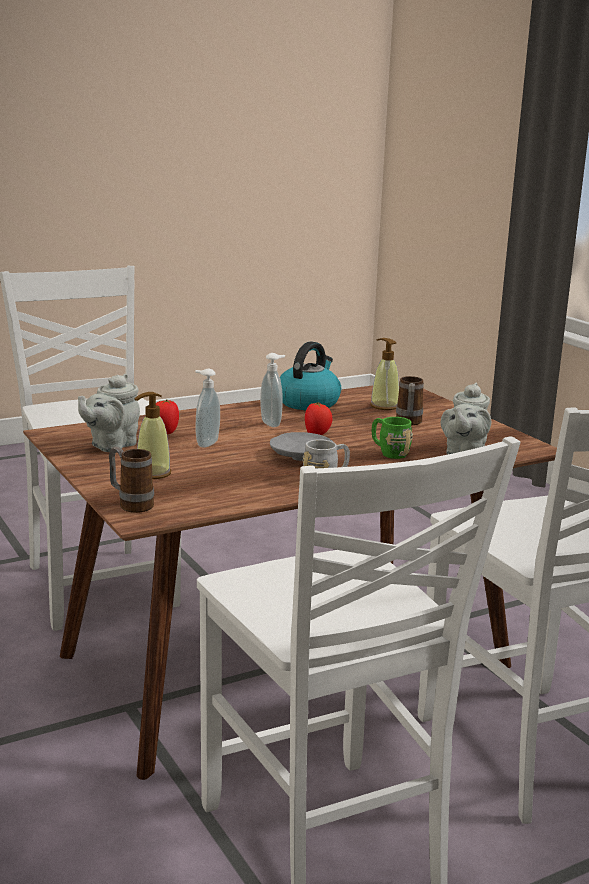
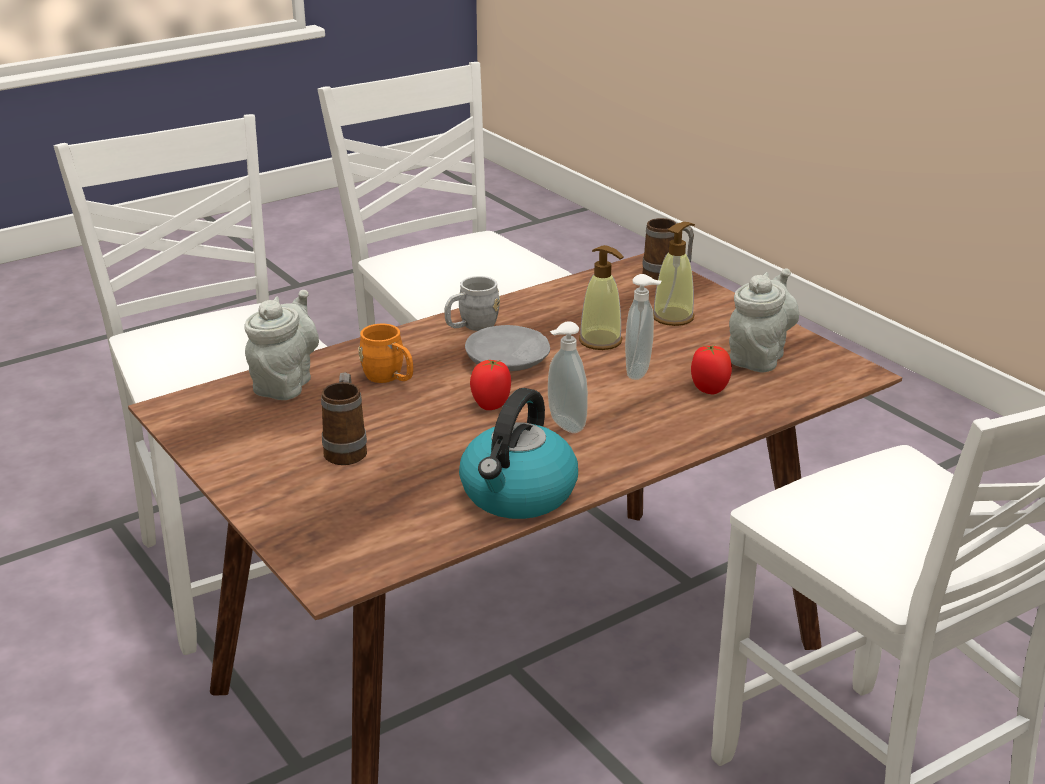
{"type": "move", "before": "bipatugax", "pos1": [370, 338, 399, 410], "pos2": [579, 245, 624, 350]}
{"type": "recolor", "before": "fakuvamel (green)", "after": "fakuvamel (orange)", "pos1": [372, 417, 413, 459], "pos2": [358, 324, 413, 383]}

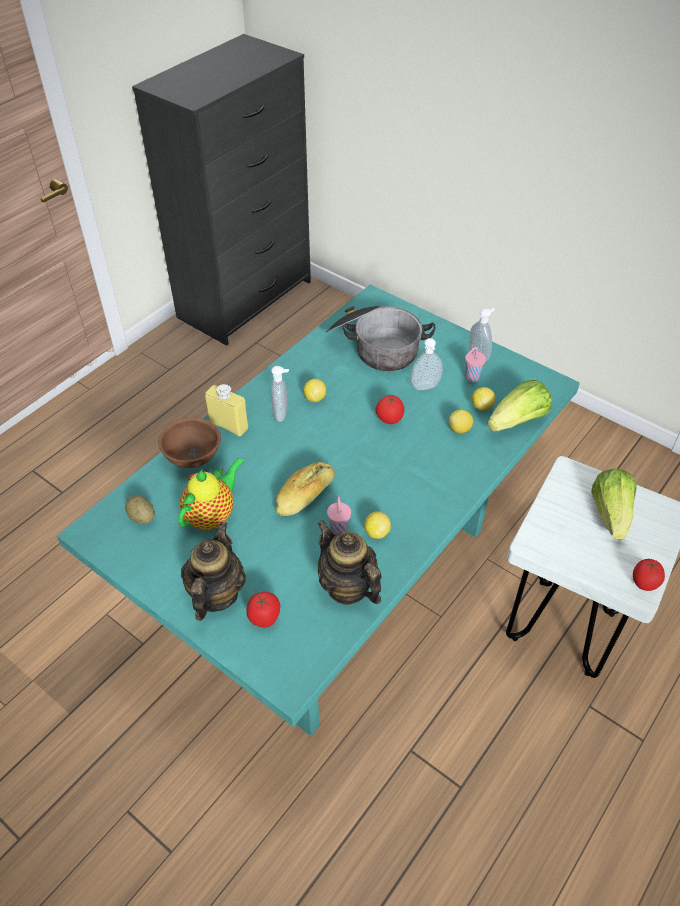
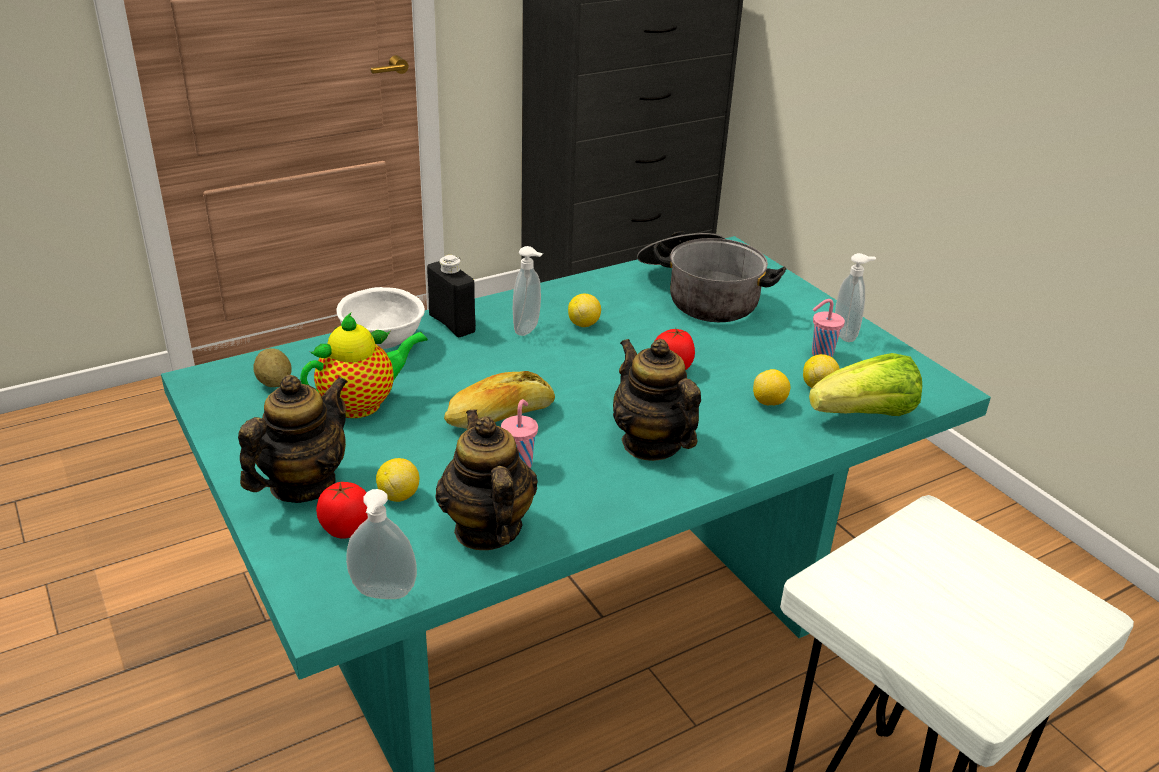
{"type": "move", "before": "bipatugax", "pos1": [411, 338, 443, 390], "pos2": [346, 489, 417, 599]}
{"type": "recolor", "before": "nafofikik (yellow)", "after": "nafofikik (black)", "pos1": [205, 384, 248, 437], "pos2": [427, 255, 476, 337]}
{"type": "recolor", "before": "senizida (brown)", "after": "senizida (white)", "pos1": [158, 417, 221, 468], "pos2": [336, 287, 425, 349]}
{"type": "delete", "before": "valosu", "pos1": [591, 468, 637, 539]}
{"type": "move", "before": "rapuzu", "pos1": [364, 511, 391, 539], "pos2": [376, 458, 419, 502]}
{"type": "delete", "before": "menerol", "pos1": [633, 559, 665, 591]}
{"type": "insert", "after": "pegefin", "pos2": [613, 339, 701, 461]}

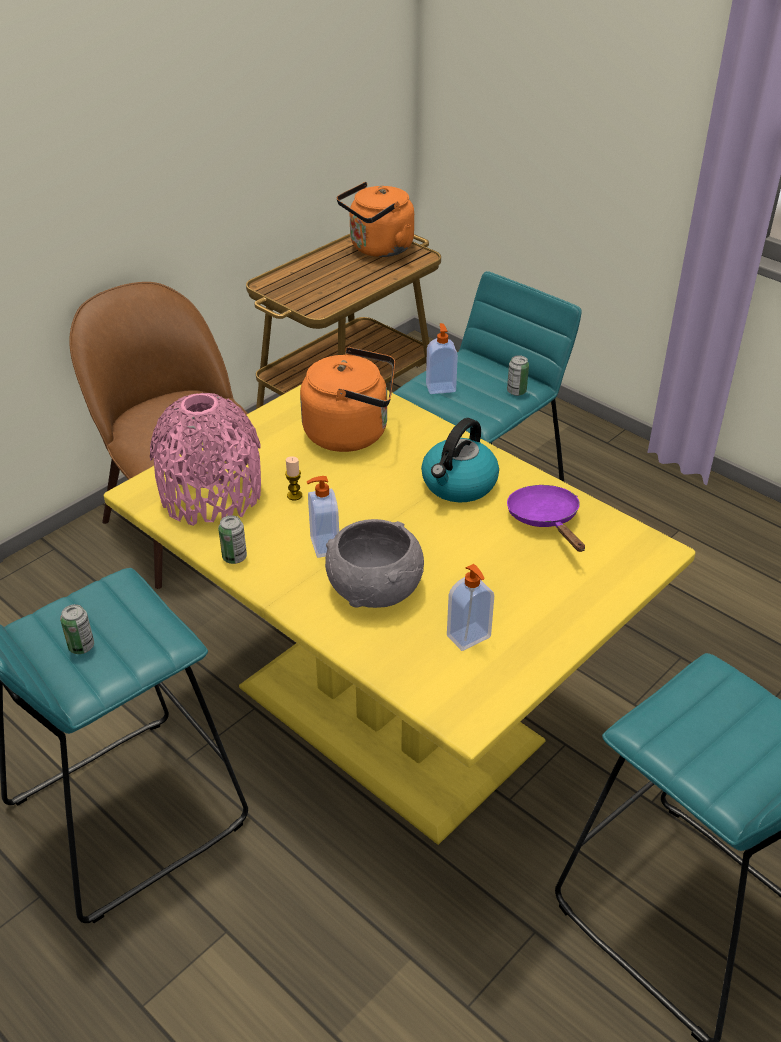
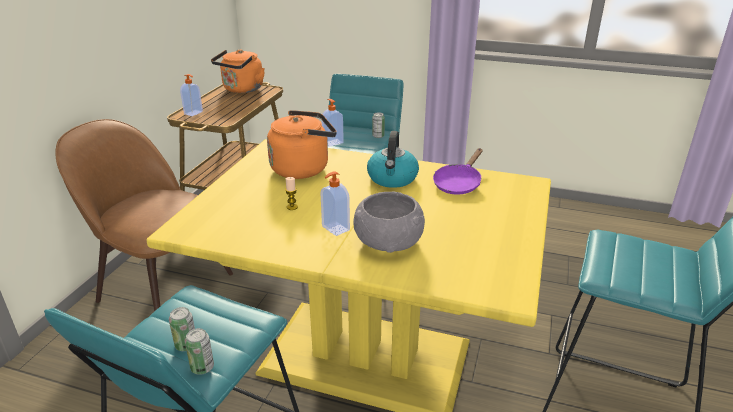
{"type": "delete", "before": "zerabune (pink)", "pos1": [150, 393, 261, 526]}
{"type": "rotate", "before": "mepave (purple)", "pos1": [507, 485, 585, 552], "pos2": [433, 148, 483, 195], "turn": -105}
{"type": "move", "before": "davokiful", "pos1": [218, 515, 247, 564], "pos2": [185, 328, 214, 375]}
{"type": "move", "before": "bipatugax", "pos1": [447, 564, 494, 651], "pos2": [180, 74, 203, 116]}

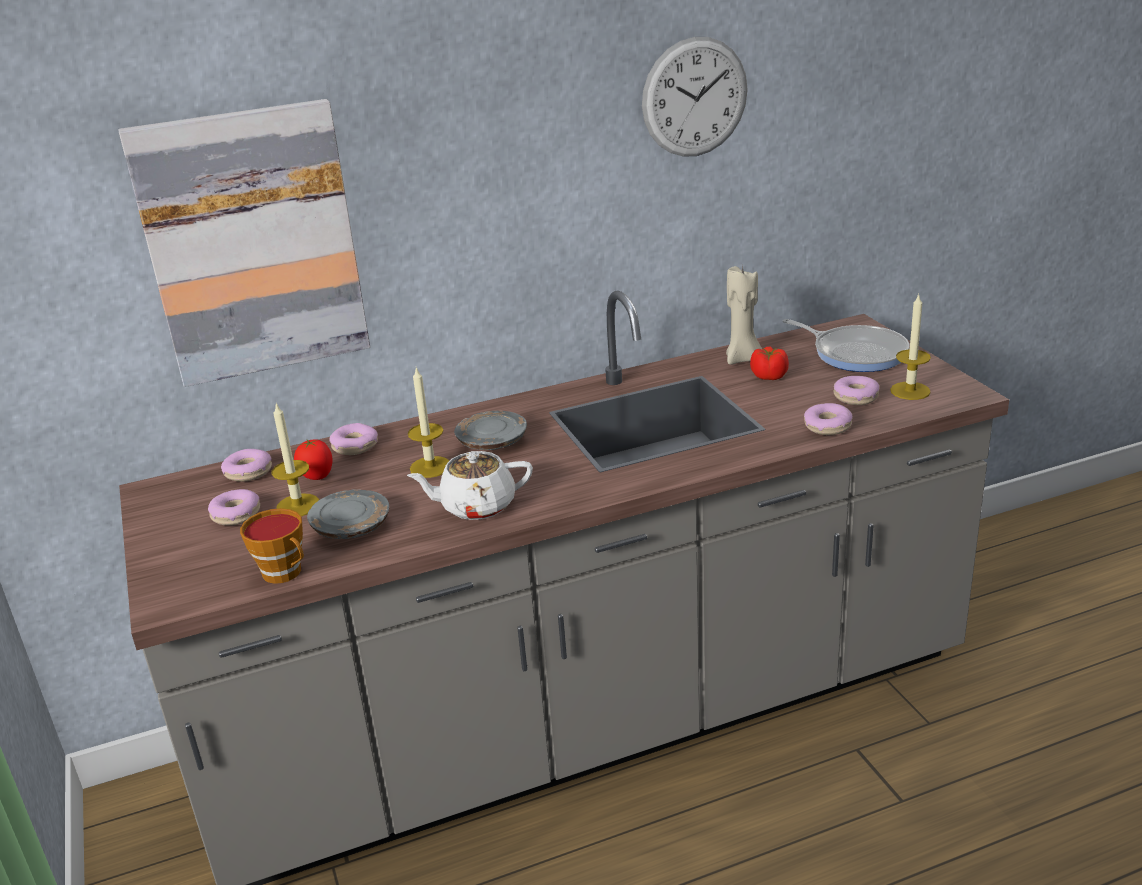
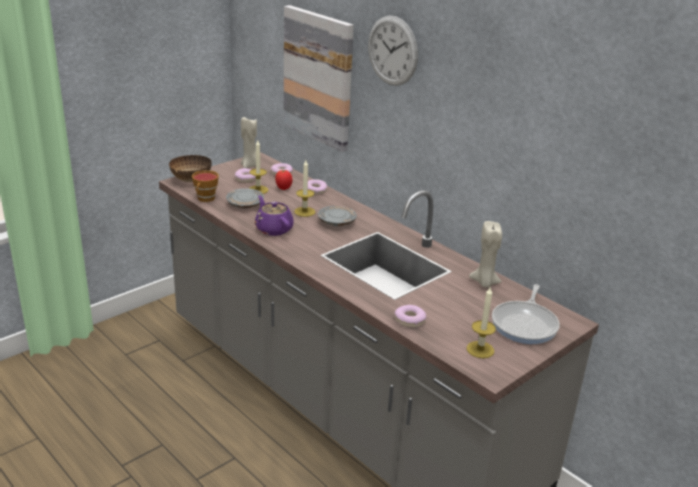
{"type": "move", "before": "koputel", "pos1": [642, 37, 748, 157], "pos2": [368, 15, 418, 86]}
{"type": "delete", "before": "menerol", "pos1": [750, 346, 789, 380]}
{"type": "delete", "before": "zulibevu", "pos1": [834, 376, 879, 405]}
{"type": "recolor", "before": "pegefin (white)", "after": "pegefin (purple)", "pos1": [407, 451, 533, 520], "pos2": [255, 196, 294, 236]}
{"type": "insert", "after": "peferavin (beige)", "pos2": [241, 117, 261, 168]}
{"type": "insert", "after": "senizida", "pos2": [169, 155, 212, 182]}

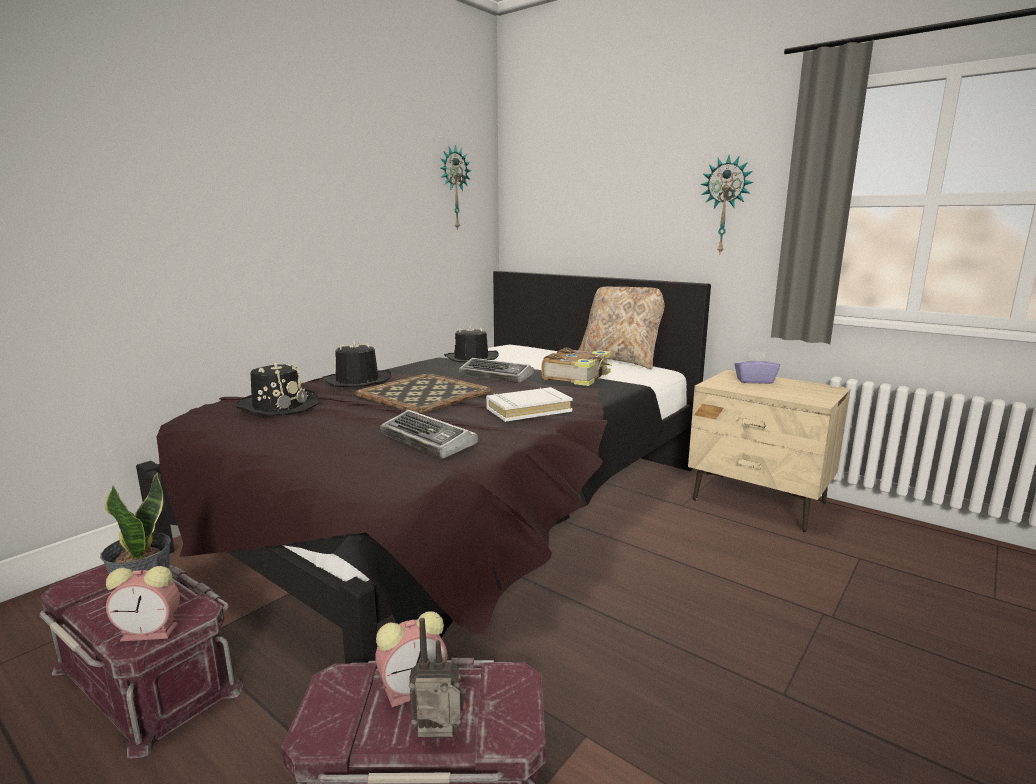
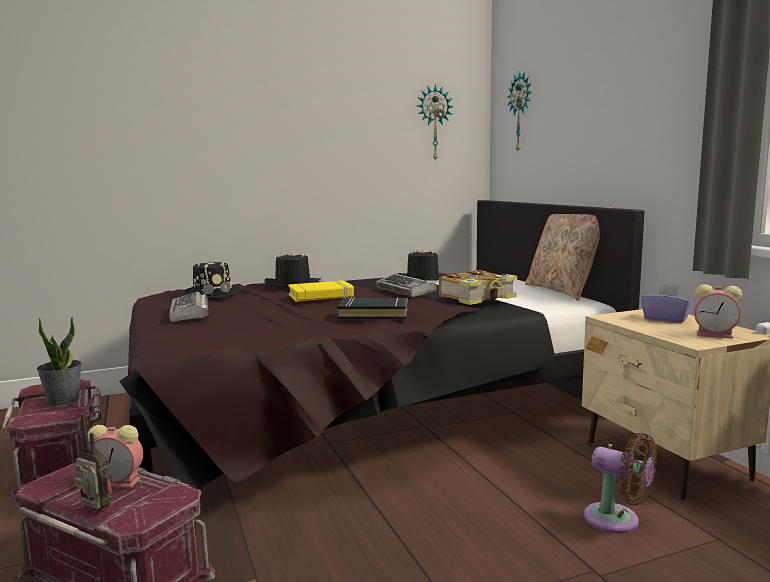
{"type": "move", "before": "koputel", "pos1": [700, 155, 754, 253], "pos2": [508, 72, 532, 151]}
{"type": "replace", "before": "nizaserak", "after": "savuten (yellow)", "pos1": [355, 374, 491, 414], "pos2": [288, 280, 354, 302]}
{"type": "recolor", "before": "savuten (white)", "after": "savuten (black)", "pos1": [486, 387, 573, 422], "pos2": [337, 297, 408, 320]}
{"type": "move", "before": "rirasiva", "pos1": [380, 409, 478, 459], "pos2": [169, 291, 208, 322]}
{"type": "move", "before": "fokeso", "pos1": [106, 566, 180, 641], "pos2": [694, 284, 742, 339]}
{"type": "insert", "after": "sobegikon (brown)", "pos2": [584, 433, 657, 534]}

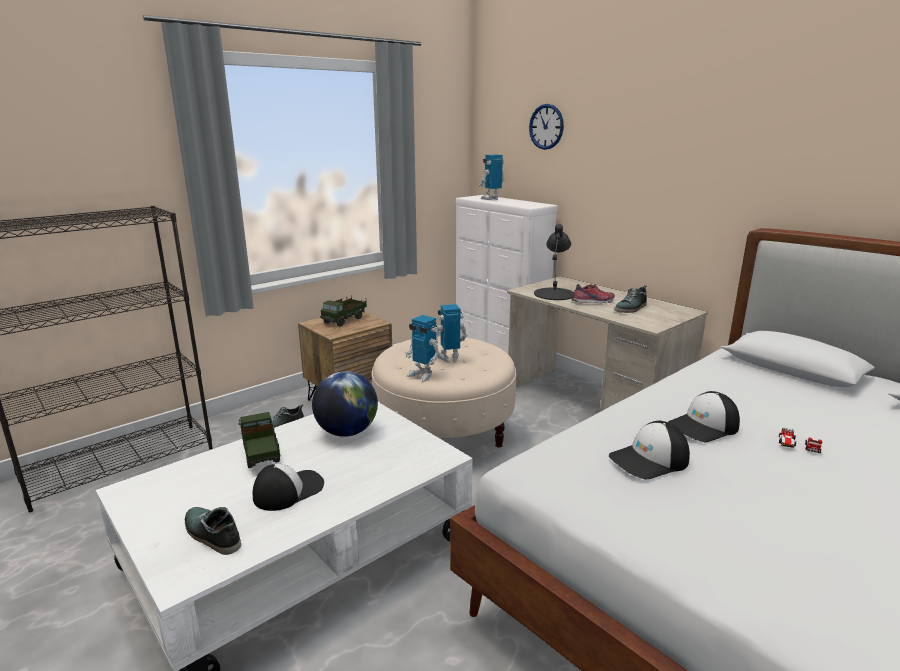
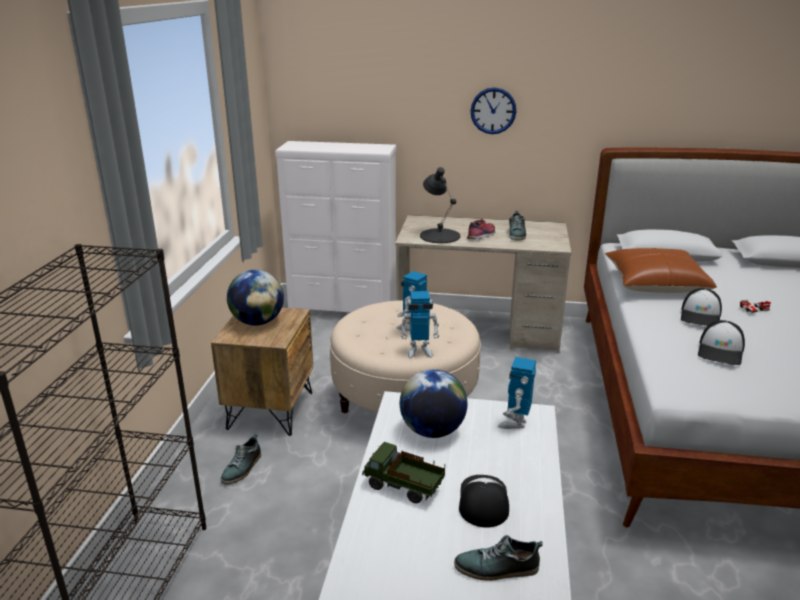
{"type": "move", "before": "koputel", "pos1": [529, 104, 564, 150], "pos2": [470, 87, 516, 134]}
{"type": "move", "before": "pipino", "pos1": [479, 154, 505, 200], "pos2": [498, 357, 536, 429]}
{"type": "replace", "before": "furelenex", "after": "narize", "pos1": [320, 295, 367, 327], "pos2": [227, 270, 284, 325]}
{"type": "insert", "after": "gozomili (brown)", "pos2": [604, 248, 717, 293]}

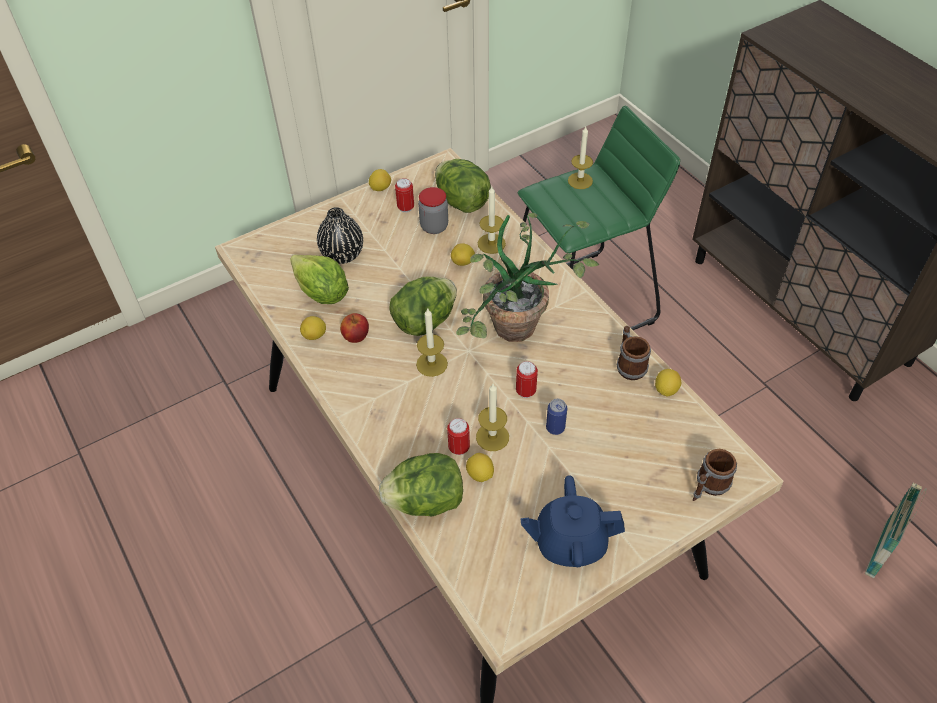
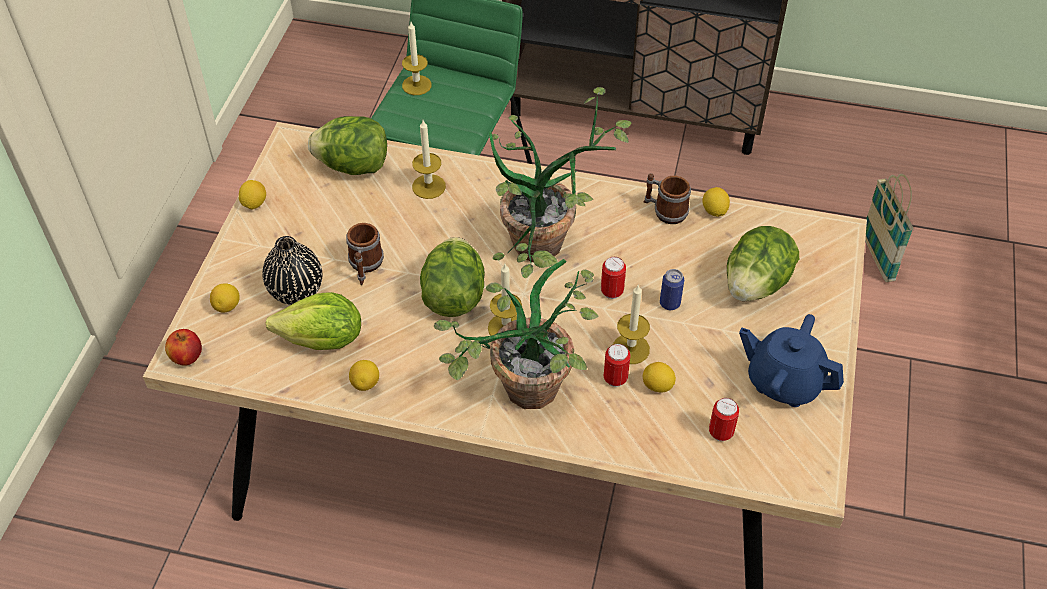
{"type": "move", "before": "davokiful", "pos1": [395, 178, 414, 213], "pos2": [709, 398, 739, 441]}
{"type": "delete", "before": "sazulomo", "pos1": [418, 187, 448, 234]}
{"type": "move", "before": "rapuzu", "pos1": [451, 243, 475, 266], "pos2": [210, 283, 240, 313]}
{"type": "move", "before": "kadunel", "pos1": [340, 313, 369, 343], "pos2": [165, 329, 202, 366]}
{"type": "move", "before": "fakuvamel", "pos1": [693, 449, 737, 501], "pos2": [346, 223, 384, 286]}
{"type": "move", "before": "valosu", "pos1": [379, 453, 463, 516], "pos2": [727, 226, 799, 301]}
{"type": "rotate", "before": "pegefin (blue)", "pos1": [520, 476, 625, 567], "pos2": [739, 314, 844, 407], "turn": 75}
{"type": "insert", "after": "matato", "pos2": [434, 259, 598, 409]}

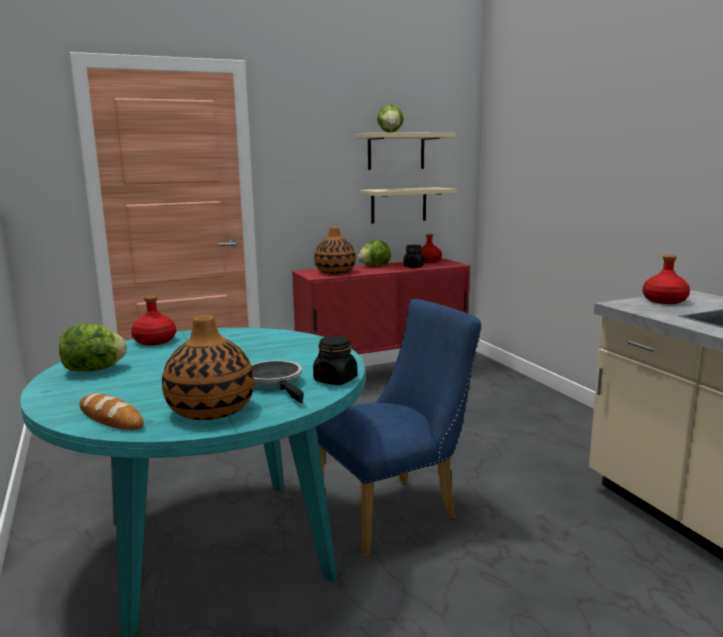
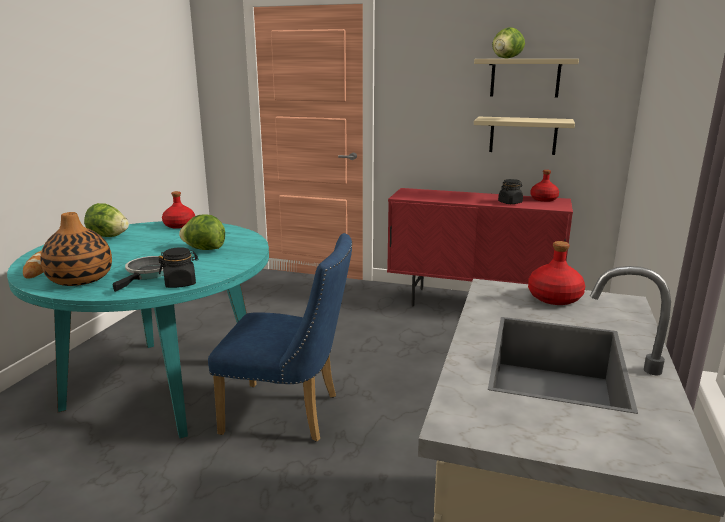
{"type": "delete", "before": "zerabune", "pos1": [314, 227, 356, 274]}
{"type": "move", "before": "valosu", "pos1": [358, 240, 391, 267], "pos2": [179, 214, 225, 250]}

